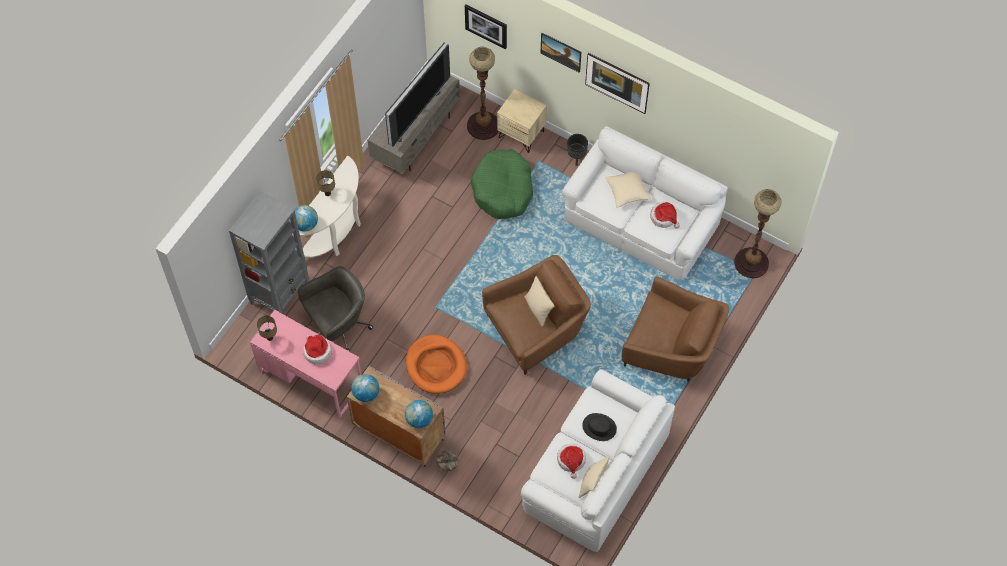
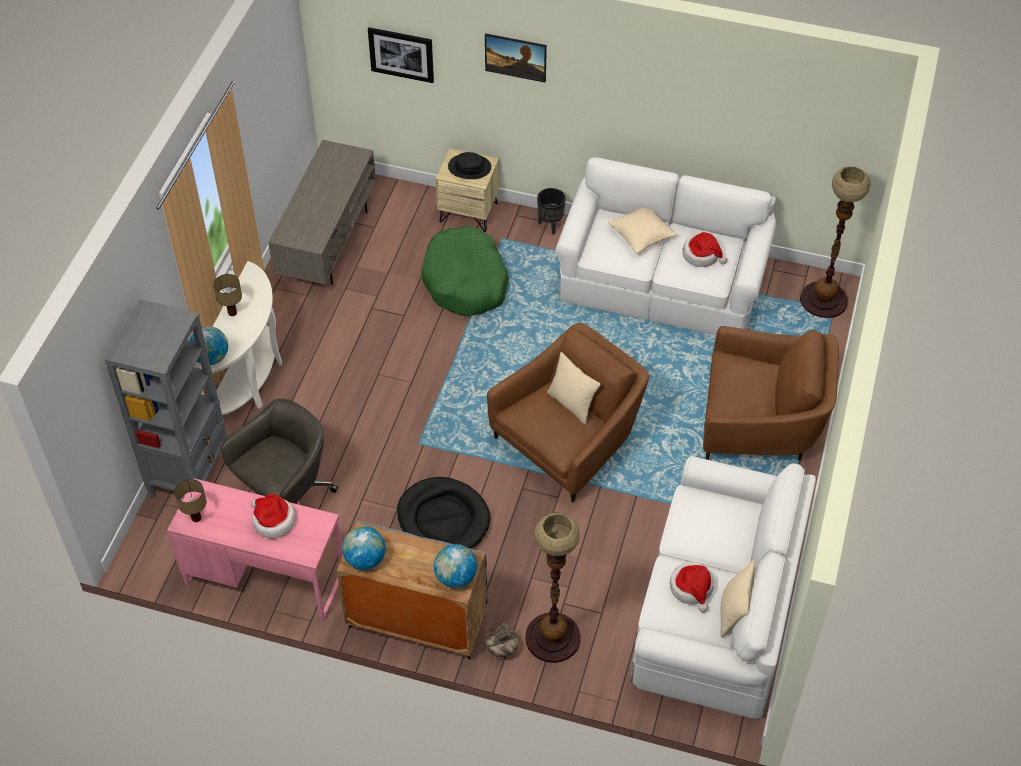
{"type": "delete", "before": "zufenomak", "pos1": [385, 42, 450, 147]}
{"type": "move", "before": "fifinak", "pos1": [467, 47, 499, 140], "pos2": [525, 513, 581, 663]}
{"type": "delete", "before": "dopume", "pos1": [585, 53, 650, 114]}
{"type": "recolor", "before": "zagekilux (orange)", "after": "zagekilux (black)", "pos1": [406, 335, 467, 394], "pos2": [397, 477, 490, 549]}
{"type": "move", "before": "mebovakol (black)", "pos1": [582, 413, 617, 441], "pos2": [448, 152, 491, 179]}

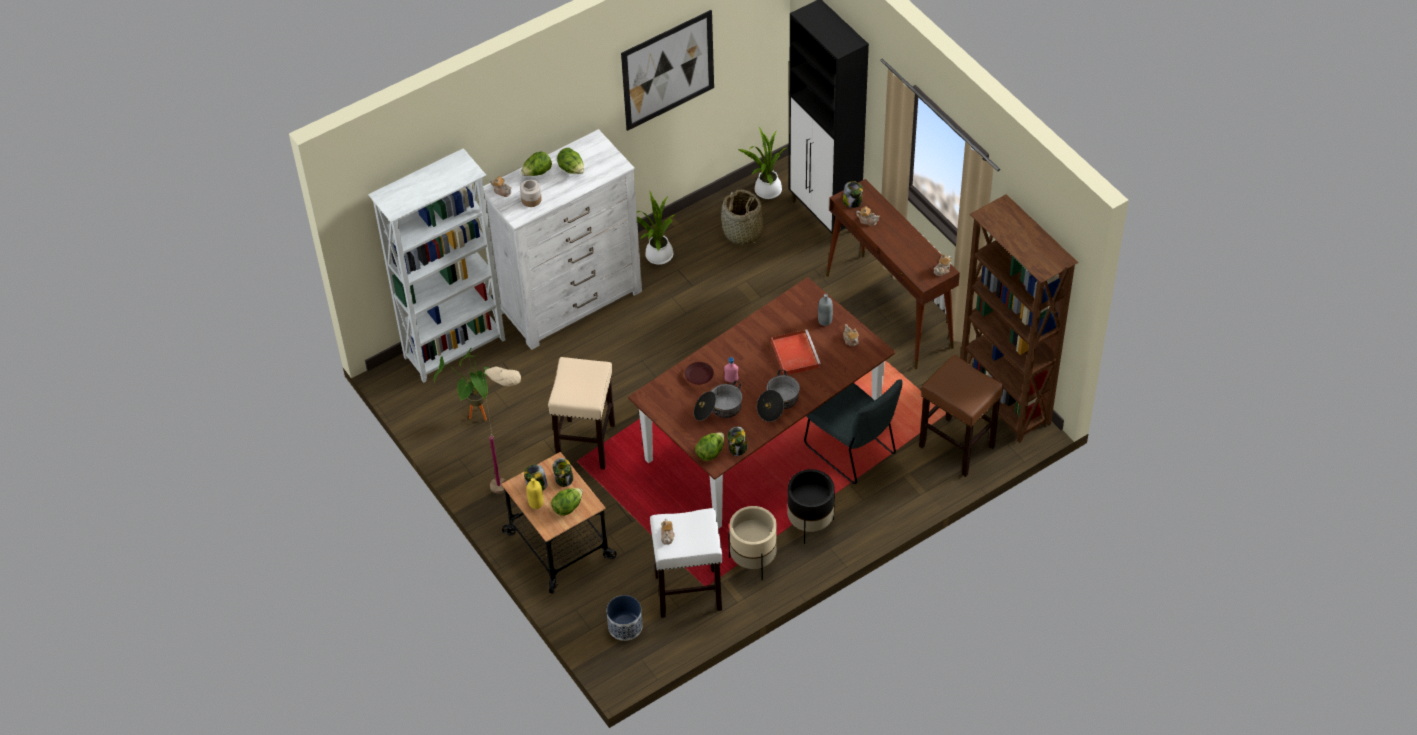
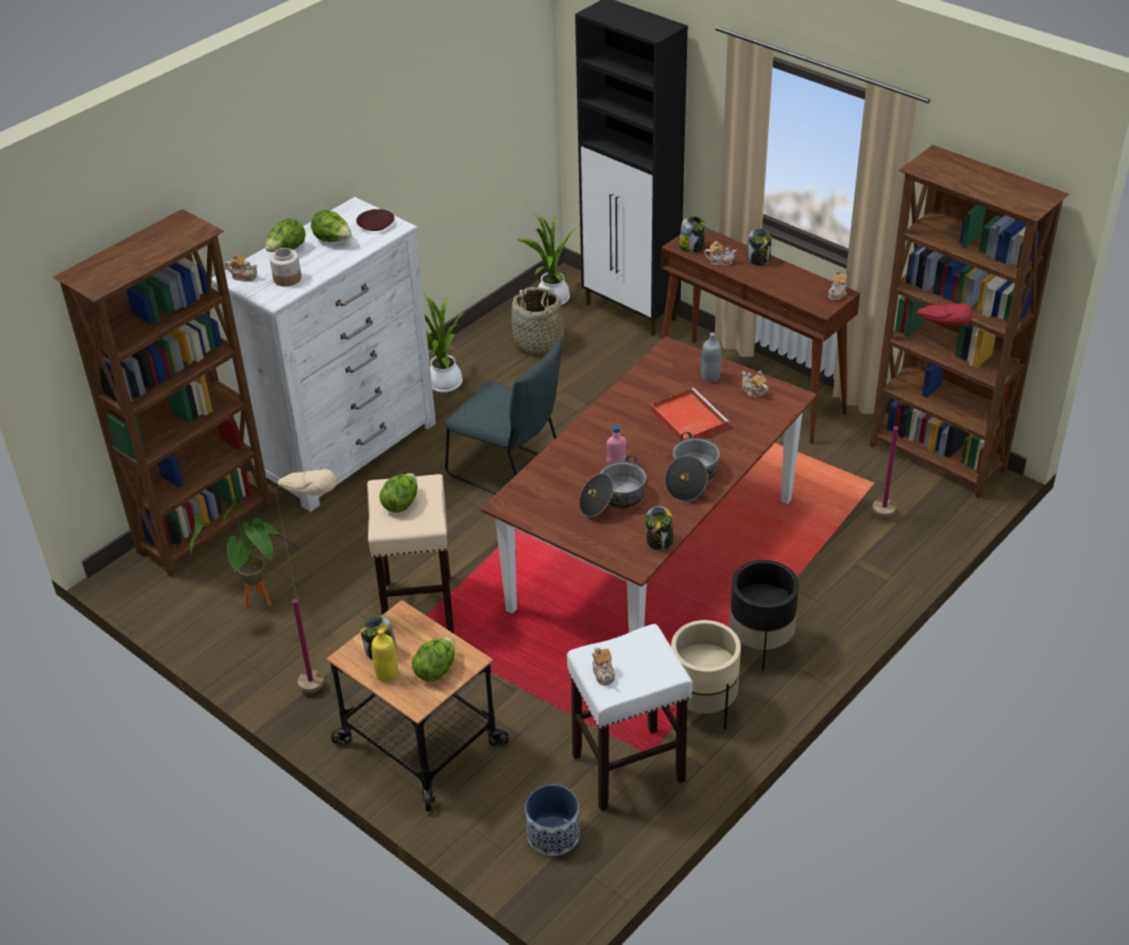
{"type": "delete", "before": "dopume", "pos1": [621, 10, 714, 131]}
{"type": "recolor", "before": "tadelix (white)", "after": "tadelix (brown)", "pos1": [368, 148, 505, 383], "pos2": [53, 209, 272, 577]}
{"type": "replace", "before": "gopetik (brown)", "after": "fifinak (red)", "pos1": [919, 355, 1003, 477], "pos2": [872, 304, 972, 517]}
{"type": "move", "before": "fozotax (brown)", "pos1": [685, 362, 714, 385], "pos2": [356, 209, 394, 231]}
{"type": "move", "before": "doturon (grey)", "pos1": [804, 379, 903, 484], "pos2": [444, 341, 562, 494]}
{"type": "move", "before": "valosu", "pos1": [695, 432, 724, 461], "pos2": [379, 473, 417, 513]}
{"type": "move", "before": "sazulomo", "pos1": [553, 458, 573, 487], "pos2": [747, 228, 771, 266]}

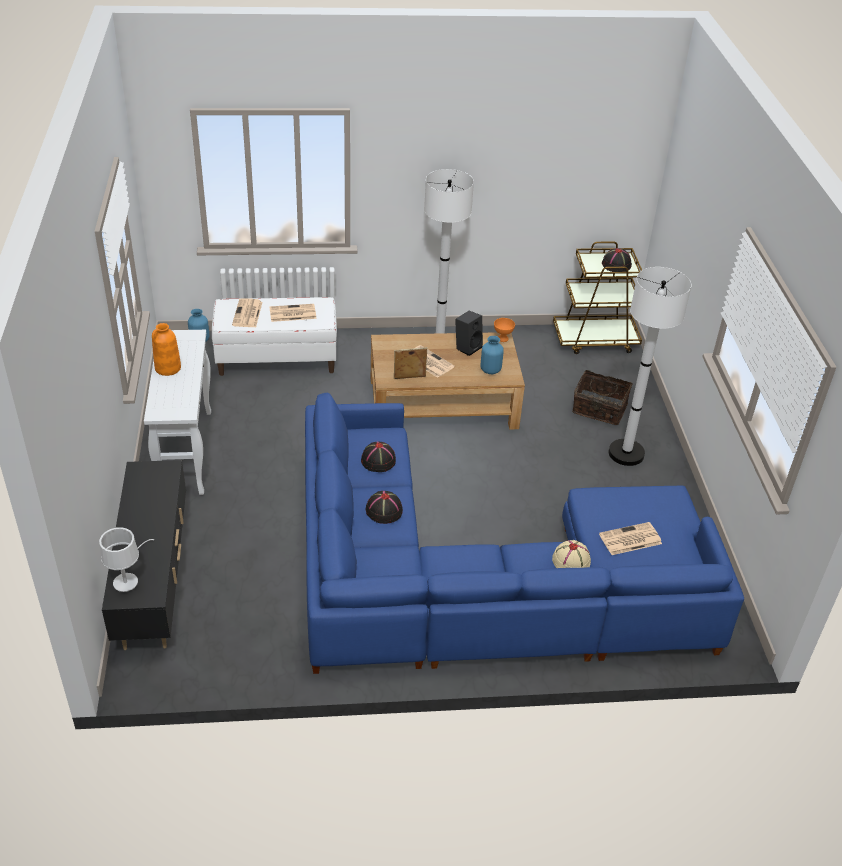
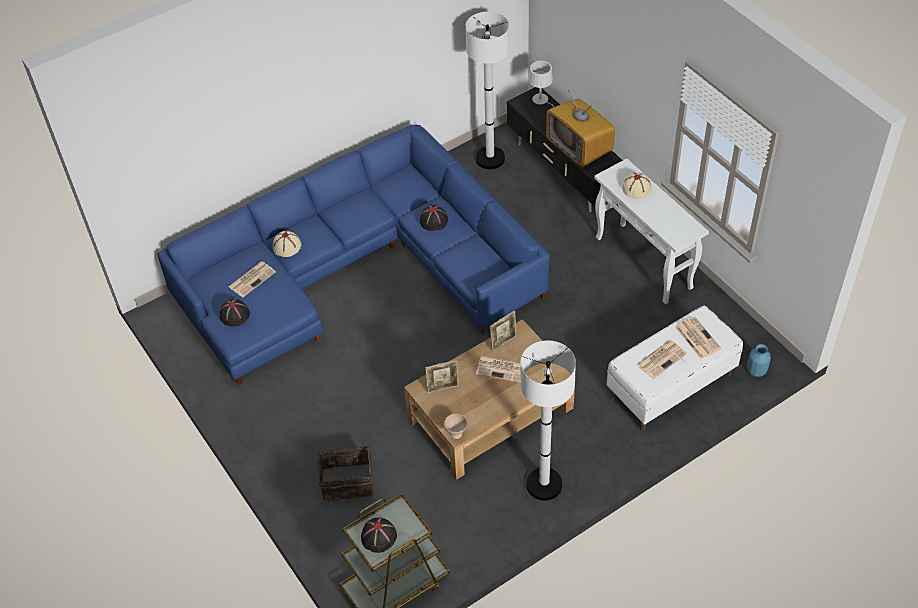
{"type": "move", "before": "fifinak (white)", "pos1": [608, 267, 692, 466], "pos2": [465, 12, 509, 169]}
{"type": "delete", "before": "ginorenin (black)", "pos1": [455, 311, 483, 356]}
{"type": "recolor", "before": "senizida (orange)", "after": "senizida (beige)", "pos1": [494, 318, 515, 342], "pos2": [444, 414, 467, 439]}
{"type": "delete", "before": "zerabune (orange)", "pos1": [152, 323, 181, 376]}
{"type": "replace", "before": "zerabune (blue)", "after": "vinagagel", "pos1": [481, 336, 504, 374], "pos2": [425, 360, 459, 393]}
{"type": "move", "before": "mebovakol (black)", "pos1": [361, 441, 396, 472], "pos2": [220, 299, 250, 327]}
{"type": "insert", "after": "zufenomak", "pos2": [546, 90, 615, 167]}
{"type": "insert", "after": "mebovakol (beige)", "pos2": [622, 172, 652, 199]}

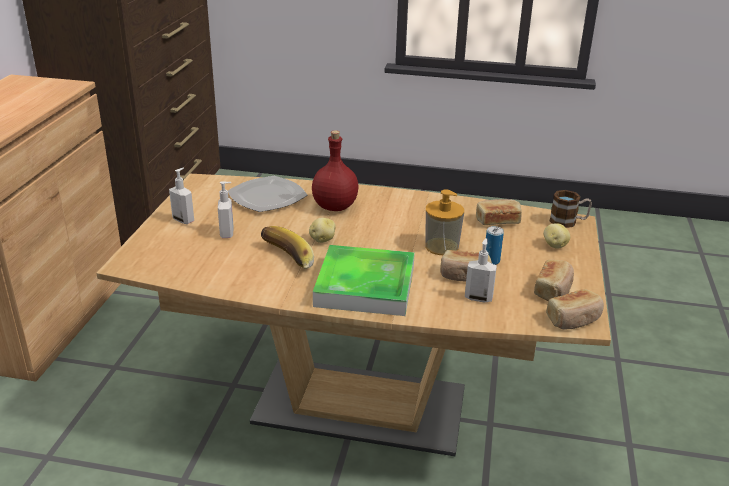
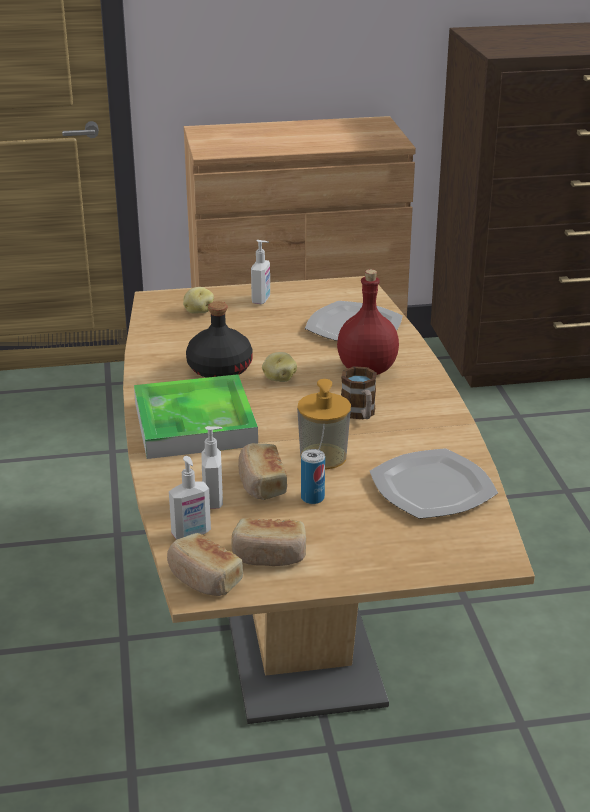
{"type": "move", "before": "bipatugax", "pos1": [218, 182, 234, 238], "pos2": [169, 456, 211, 540]}
{"type": "move", "before": "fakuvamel", "pos1": [549, 190, 592, 228], "pos2": [341, 366, 377, 419]}
{"type": "replace", "before": "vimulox", "after": "fozotax", "pos1": [476, 199, 522, 225], "pos2": [370, 448, 498, 519]}
{"type": "move", "before": "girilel", "pos1": [543, 223, 570, 249], "pos2": [183, 287, 214, 313]}
{"type": "replace", "before": "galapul", "after": "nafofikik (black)", "pos1": [261, 226, 314, 269], "pos2": [186, 301, 253, 378]}

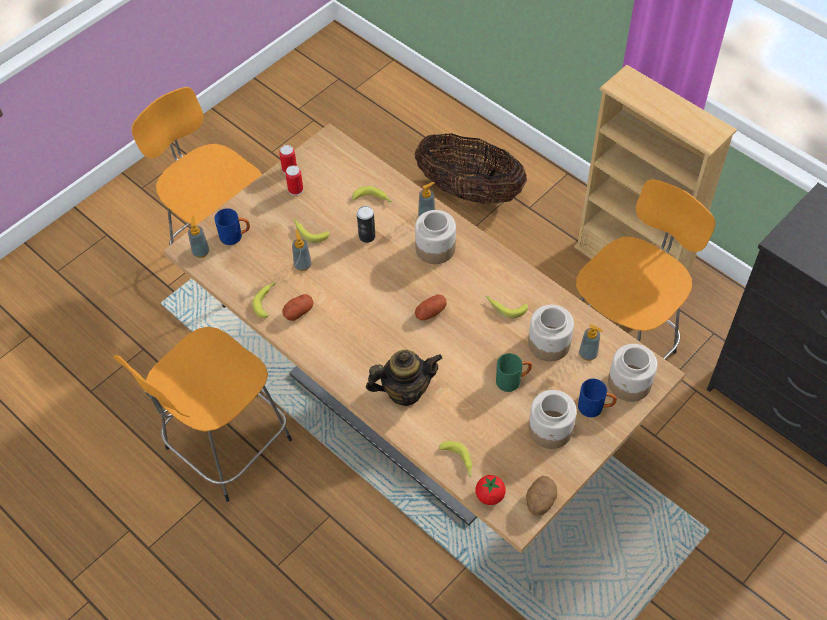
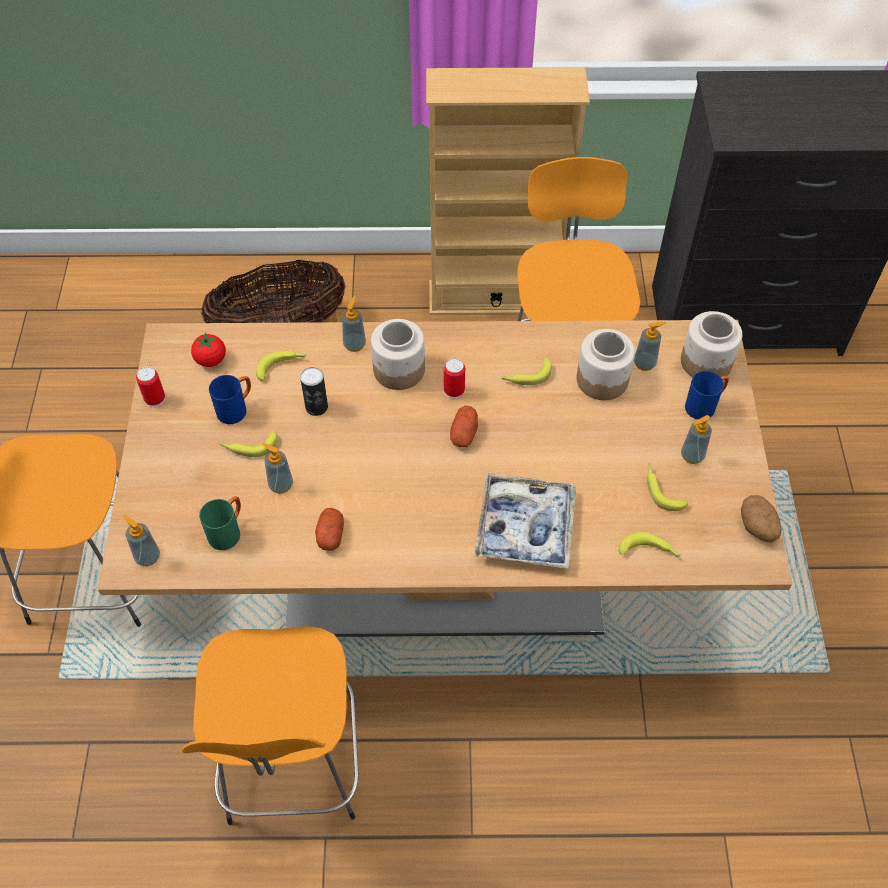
{"type": "move", "before": "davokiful", "pos1": [285, 165, 303, 196], "pos2": [444, 358, 465, 399]}
{"type": "move", "before": "fakuvamel (blue)", "pos1": [214, 208, 250, 245], "pos2": [209, 375, 251, 424]}
{"type": "move", "before": "galapul", "pos1": [252, 281, 275, 318], "pos2": [647, 464, 688, 511]}
{"type": "replace", "before": "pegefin", "after": "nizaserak", "pos1": [366, 350, 442, 406], "pos2": [474, 473, 576, 569]}
{"type": "move", "before": "fakuvamel (green)", "pos1": [496, 353, 532, 392], "pos2": [199, 496, 241, 550]}
{"type": "replace", "before": "sazulomo", "after": "bipatugax", "pos1": [528, 390, 577, 449], "pos2": [681, 415, 712, 464]}
{"type": "move", "before": "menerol", "pos1": [475, 475, 506, 505], "pos2": [191, 332, 226, 367]}

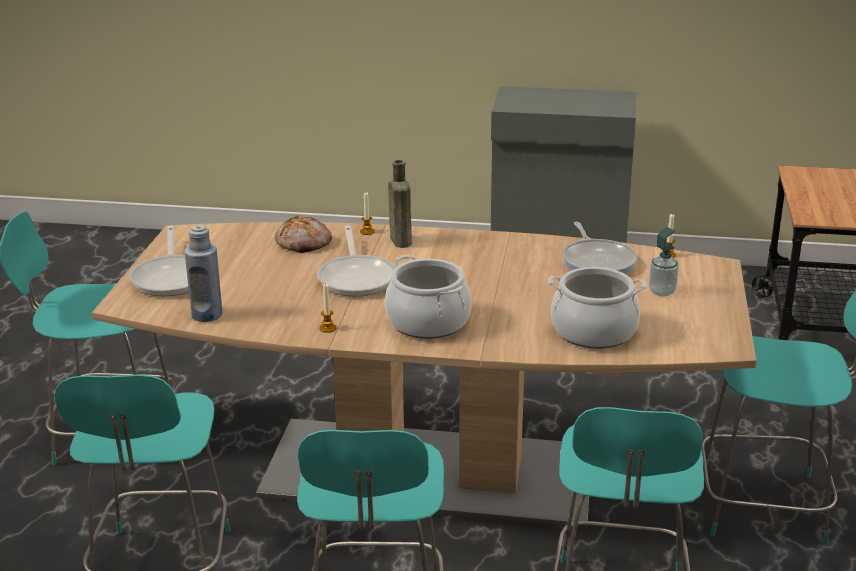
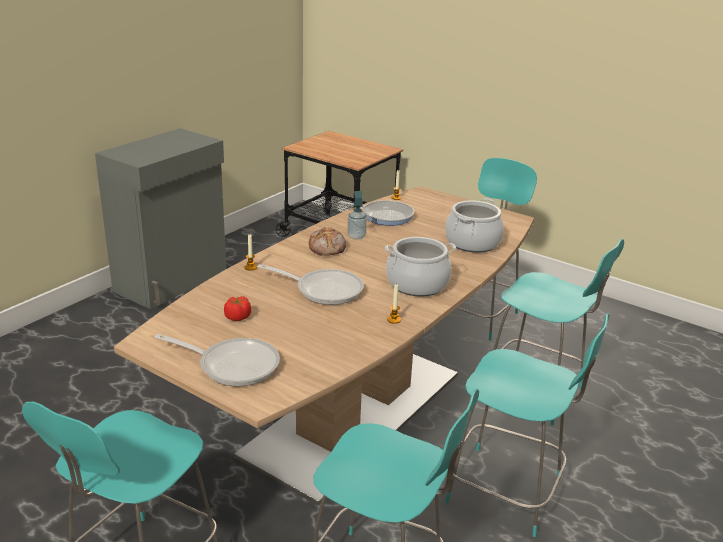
{"type": "delete", "before": "nafofikik (brown)", "pos1": [388, 160, 412, 248]}
{"type": "move", "before": "vimulox", "pos1": [275, 215, 332, 253], "pos2": [309, 227, 346, 256]}
{"type": "delete", "before": "nafofikik (blue)", "pos1": [185, 225, 223, 322]}
{"type": "move", "before": "bipatugax", "pos1": [649, 227, 679, 296], "pos2": [347, 191, 367, 240]}
{"type": "insert", "after": "menerol", "pos2": [224, 296, 251, 321]}

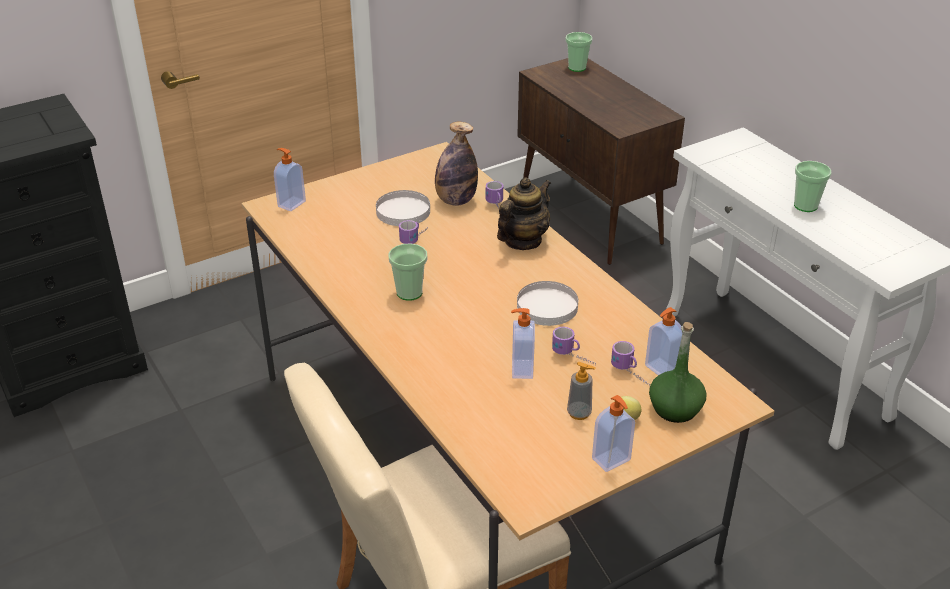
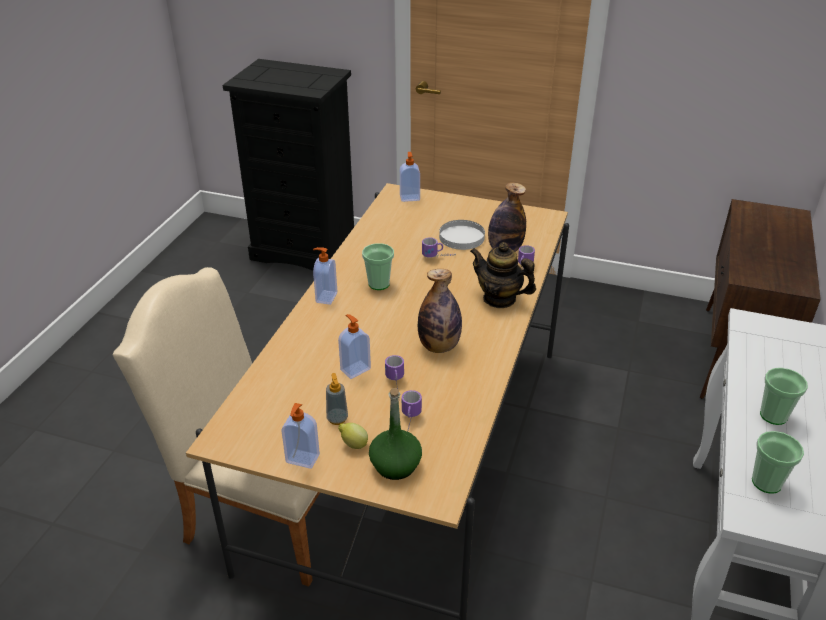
{"type": "move", "before": "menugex", "pos1": [566, 32, 593, 72], "pos2": [752, 431, 804, 494]}
{"type": "rotate", "before": "pegefin", "pos1": [497, 177, 551, 250], "pos2": [470, 242, 536, 308], "turn": -150}
{"type": "replace", "before": "fozotax (white)", "after": "nafofikik", "pos1": [517, 281, 578, 326], "pos2": [418, 269, 462, 353]}
{"type": "move", "before": "bipatugax", "pos1": [645, 307, 682, 375], "pos2": [313, 247, 337, 305]}

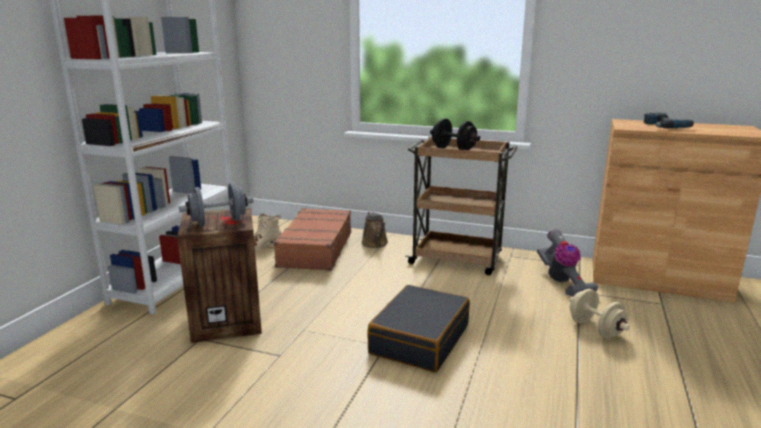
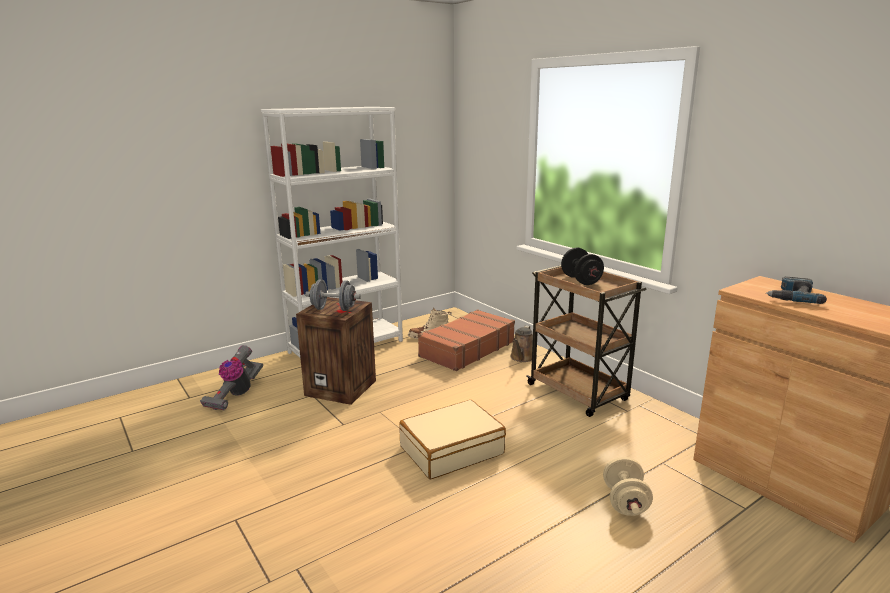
{"type": "move", "before": "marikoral", "pos1": [537, 229, 598, 297], "pos2": [200, 345, 263, 410]}
{"type": "recolor", "before": "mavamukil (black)", "after": "mavamukil (beige)", "pos1": [367, 285, 470, 372], "pos2": [399, 400, 506, 479]}

